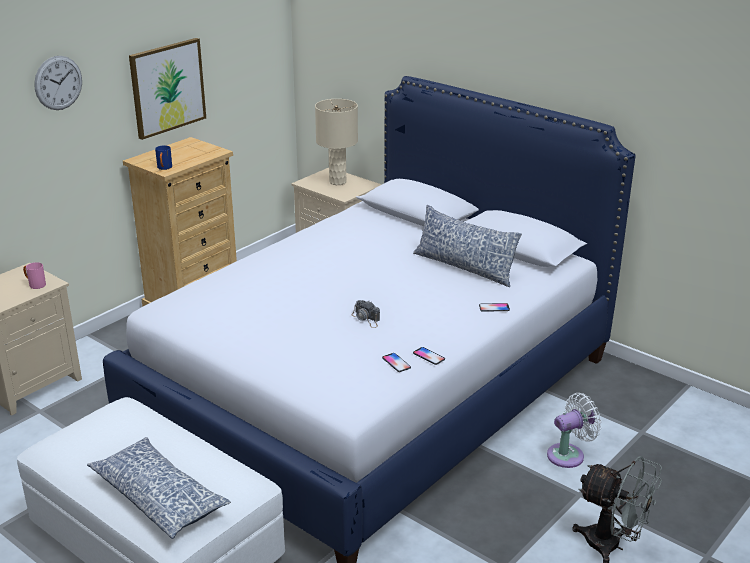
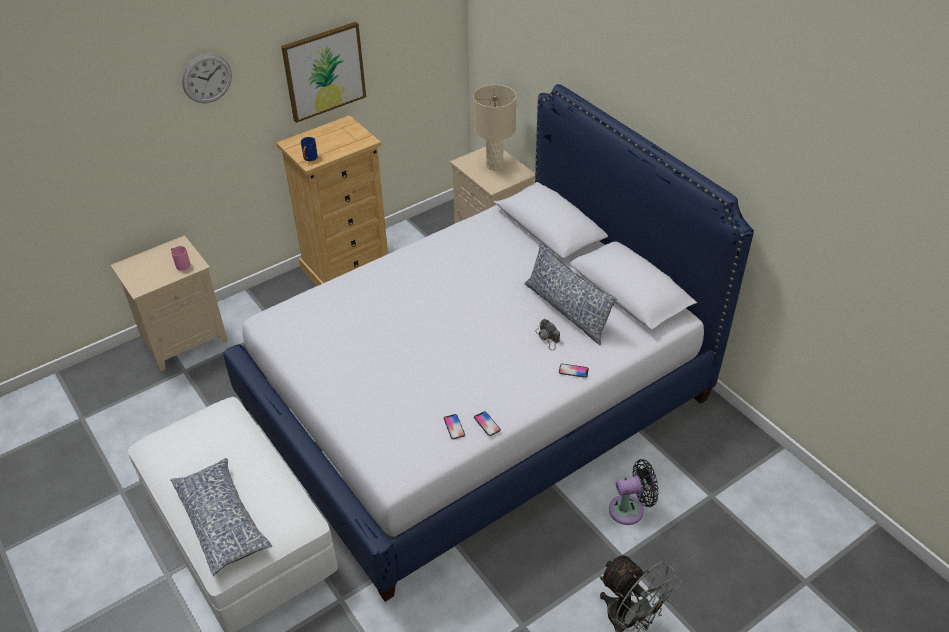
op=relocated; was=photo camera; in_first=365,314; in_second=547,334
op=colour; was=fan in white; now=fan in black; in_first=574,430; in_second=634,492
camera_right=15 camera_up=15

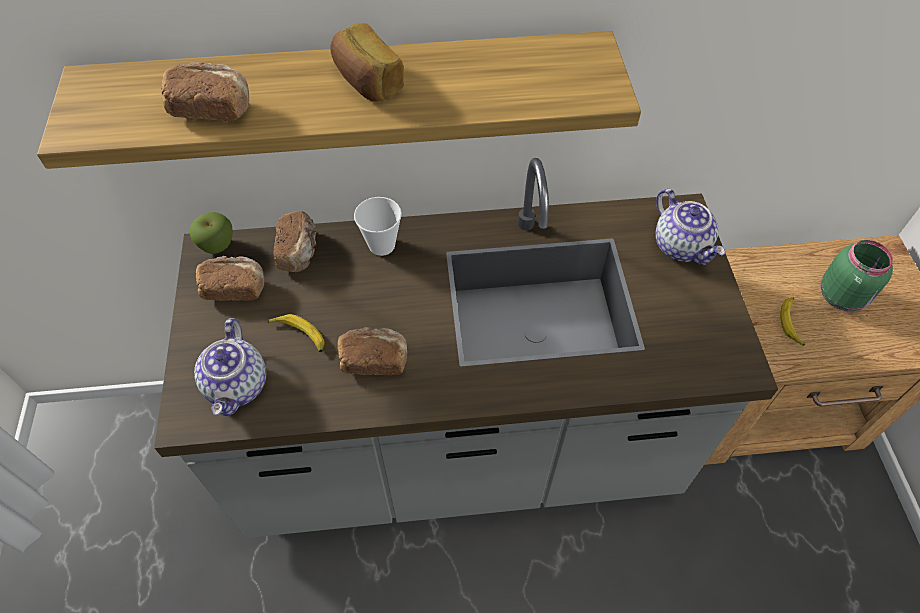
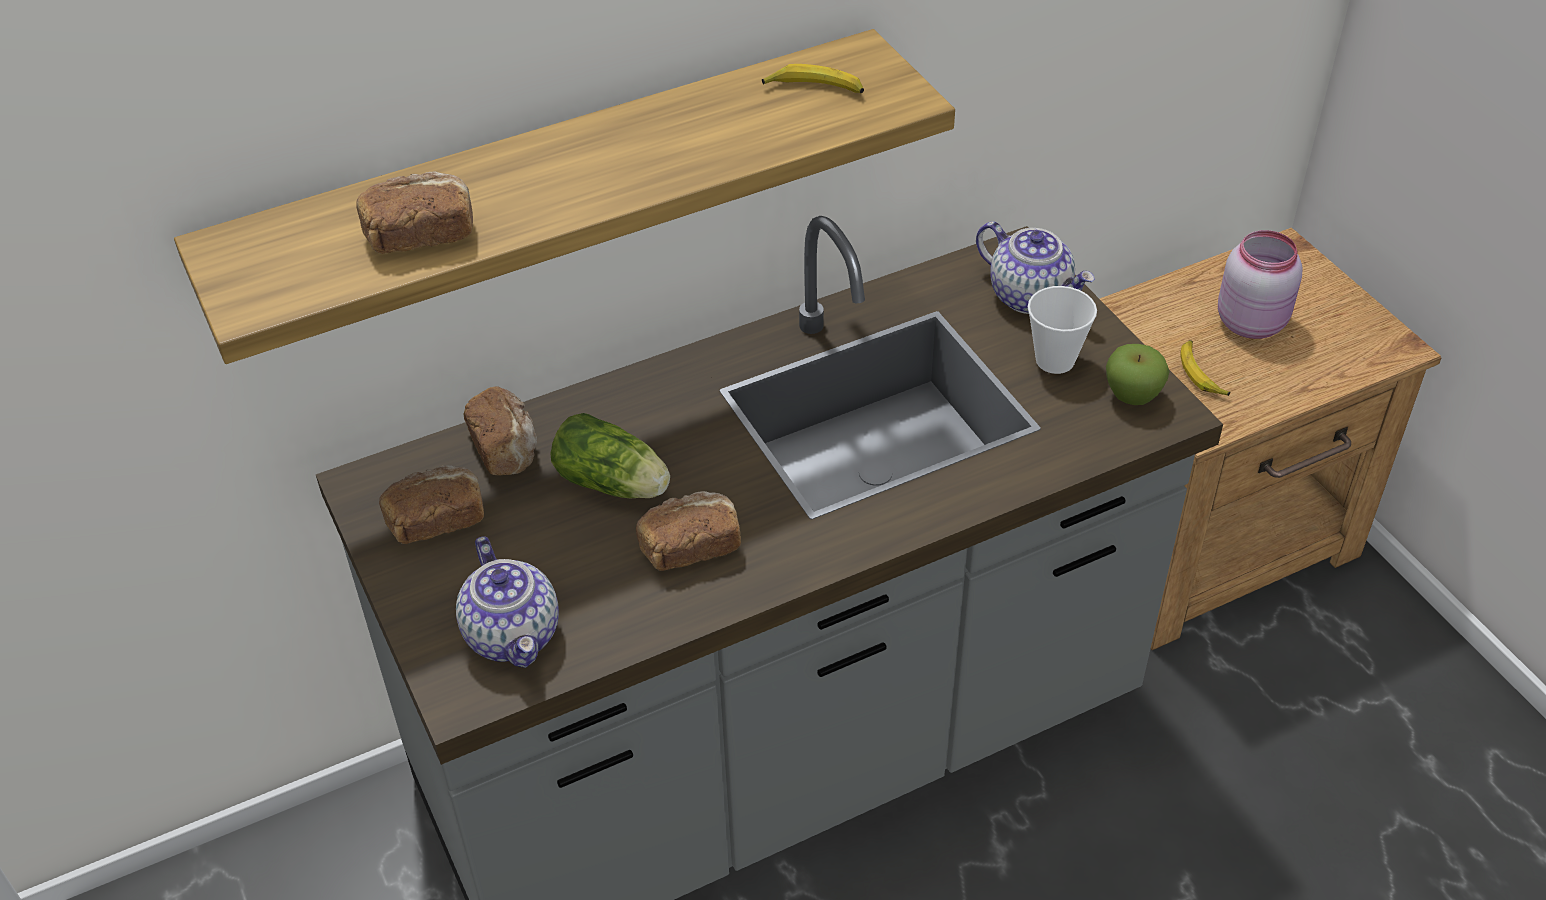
op=relocated; was=apple; in_first=211,233; in_second=1138,374
op=relocated; was=banana; in_first=296,333; in_second=813,79
op=missing; was=bread; in_first=367,62
op=relocated; was=cup; in_first=378,226; in_second=1062,330
op=colour; was=jar in green; now=jar in pink; in_first=857,275; in_second=1260,284
op=appeared; now=lettuce; in_second=610,455
camera_right=-20 camera_up=-10

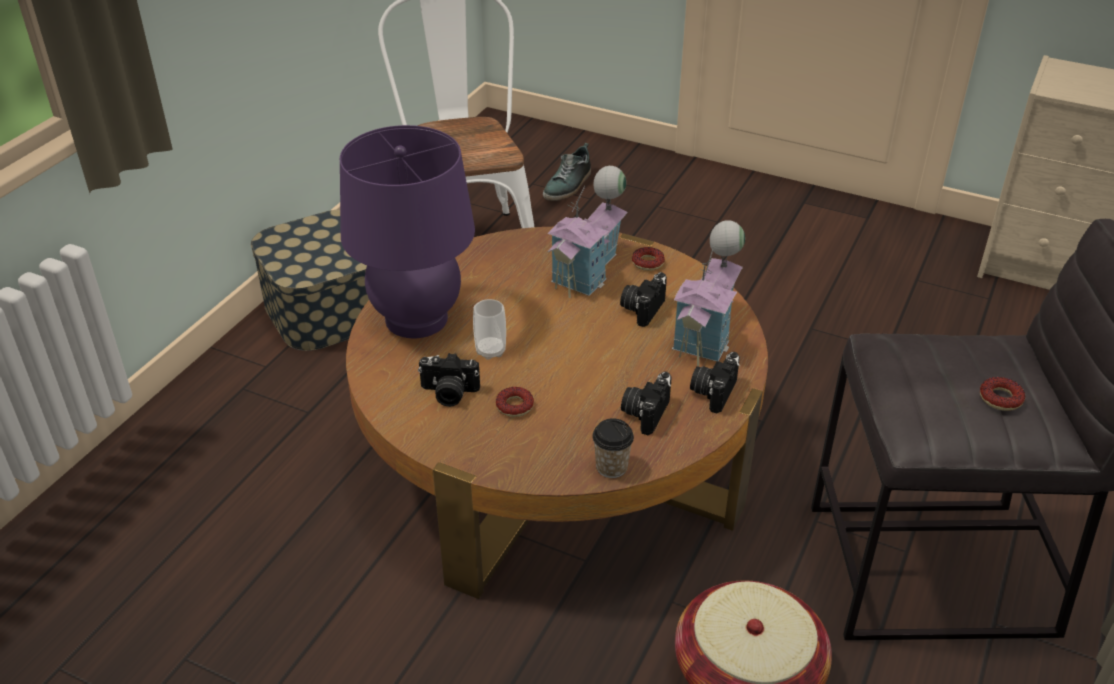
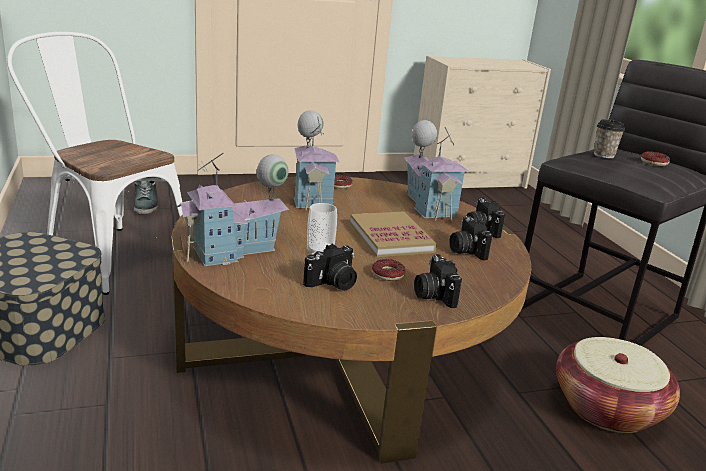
op=exchanged; was=table lamp in purple; now=toy house; in_first=407,231; in_second=232,209
op=relocated; was=cup; in_first=613,448; in_second=609,138
op=relocated; was=photo camera; in_first=643,299; in_second=438,281
op=appeared; now=book; in_second=393,234
camera_right=-45 camera_up=-15

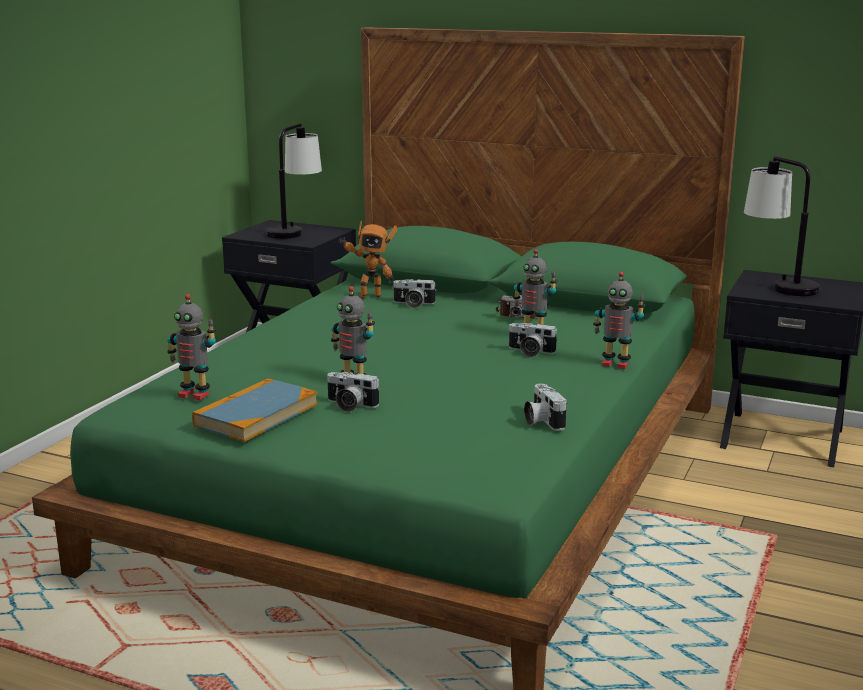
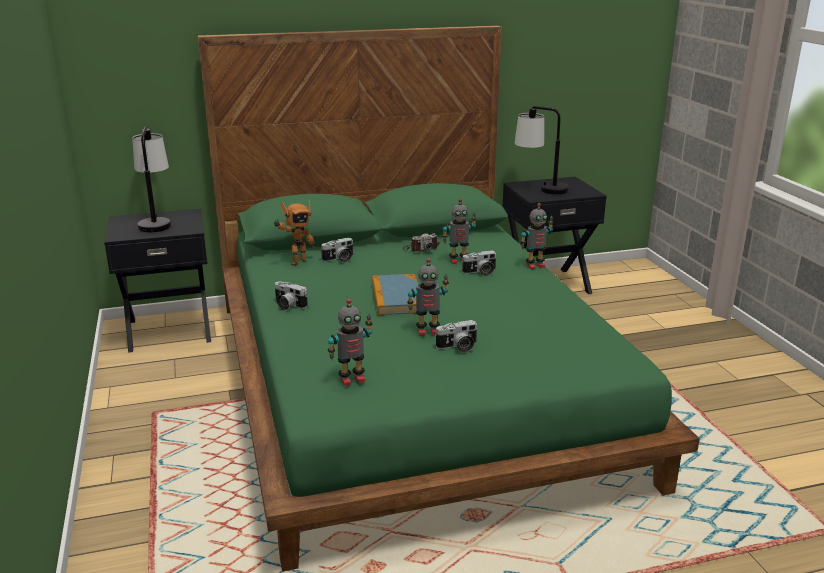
op=relocated; was=book; in_first=255,410; in_second=395,294
op=relocated; was=photo camera; in_first=545,407; in_second=291,296
camera_right=-40 camera_up=5

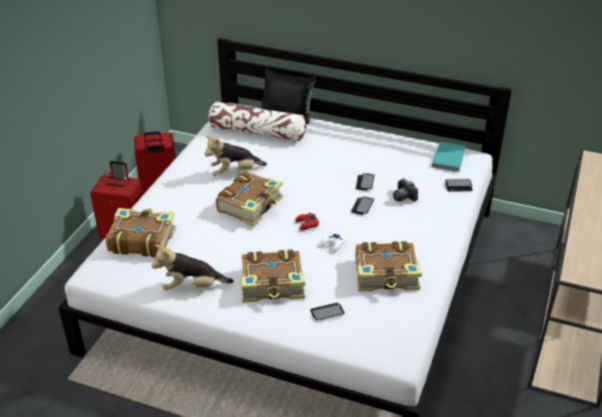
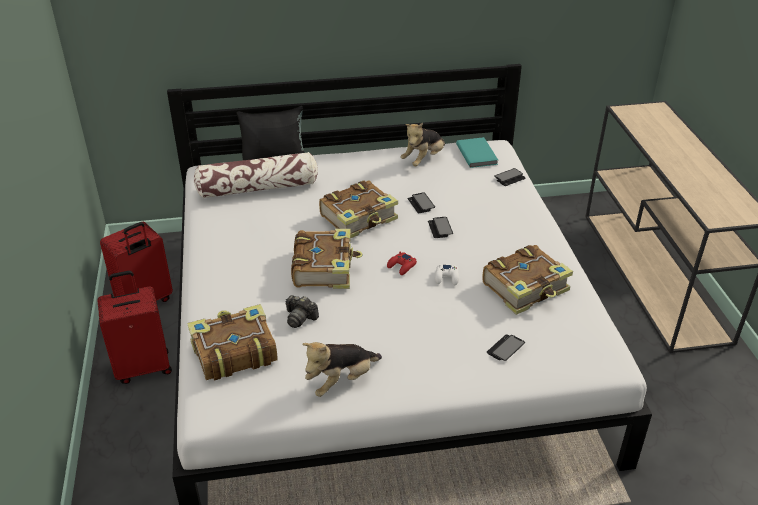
op=relocated; was=plush toy; in_first=236,156; in_second=422,144
op=relocated; was=book; in_first=273,275; in_second=358,209
op=relocated; was=photo camera; in_first=405,190; in_second=302,311
camera_right=-30 camera_up=0

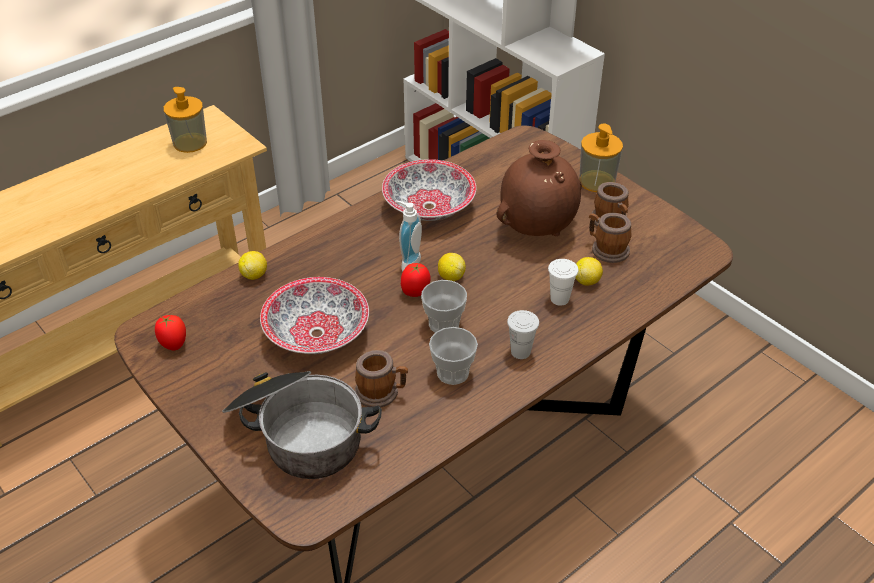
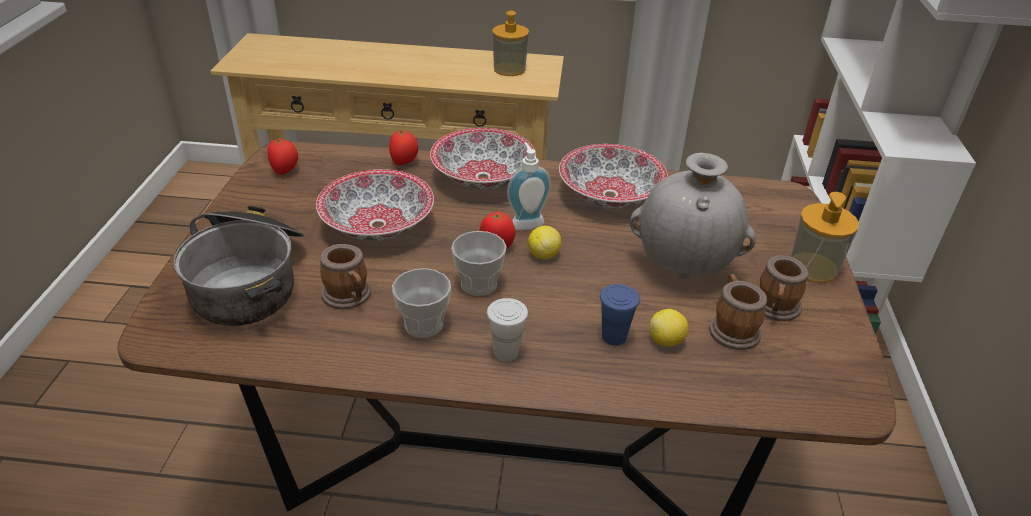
op=exchanged; was=lemon; now=tomato; in_first=252,265; in_second=403,147
op=colour; was=vase in brown; now=vase in grey; in_first=539,188; in_second=693,216
op=colour; was=cup in white; now=cup in blue; in_first=563,282; in_second=620,315
op=appeared; now=bowl; in_second=483,159
camera_right=45 camera_up=-5

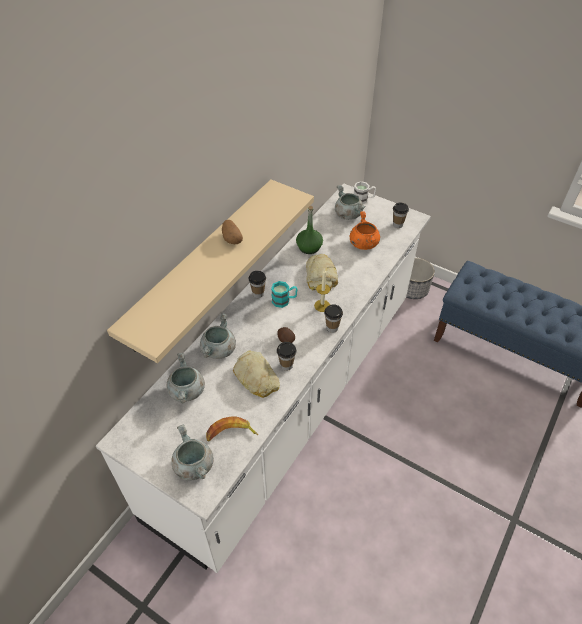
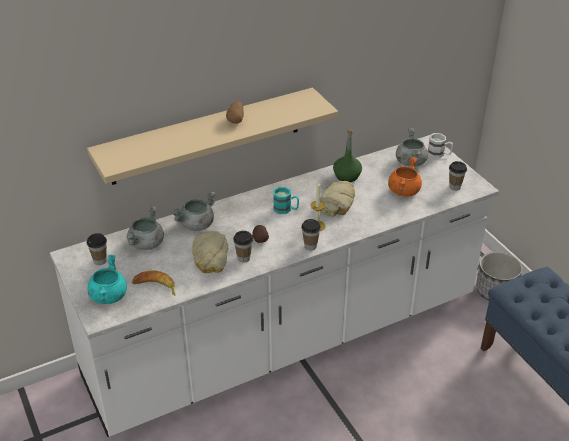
op=colour; was=cooking pot in grey; now=cooking pot in turquoise; in_first=192,452; in_second=107,279
op=relocated; was=cup; in_first=257,284; in_second=97,249
camera_right=30 camera_up=-10

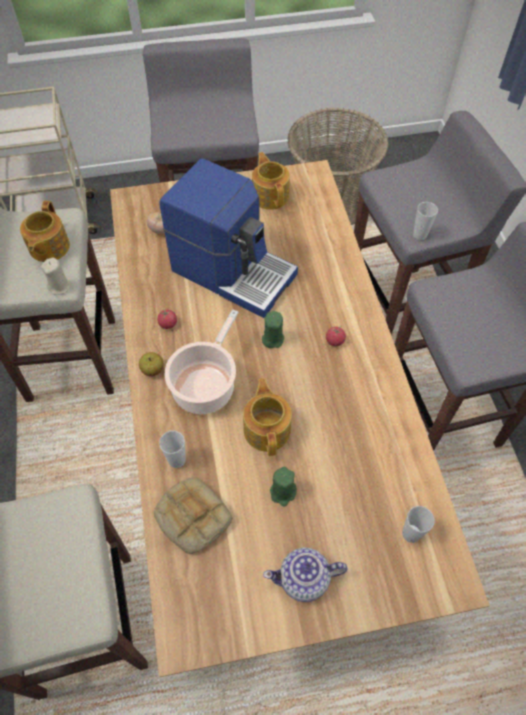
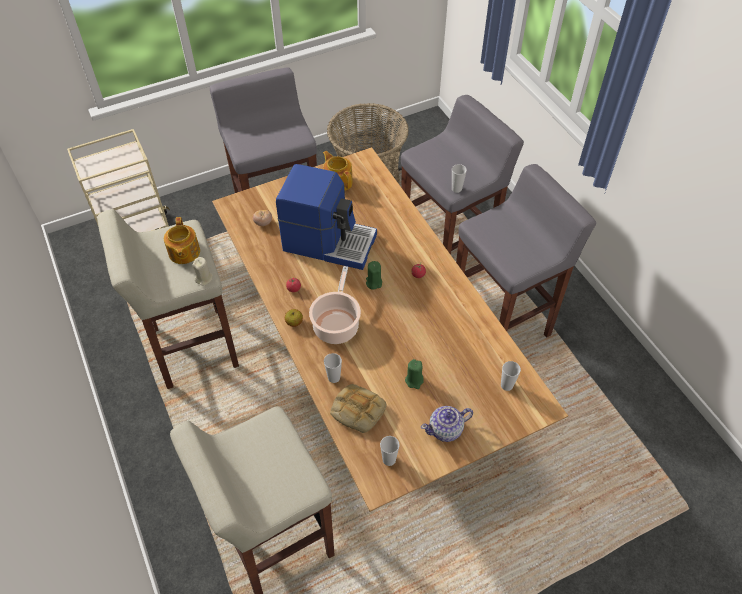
op=missing; was=teapot; in_first=267,417
op=appeared; now=cup; in_second=390,451
camera_right=-15 camera_up=-5

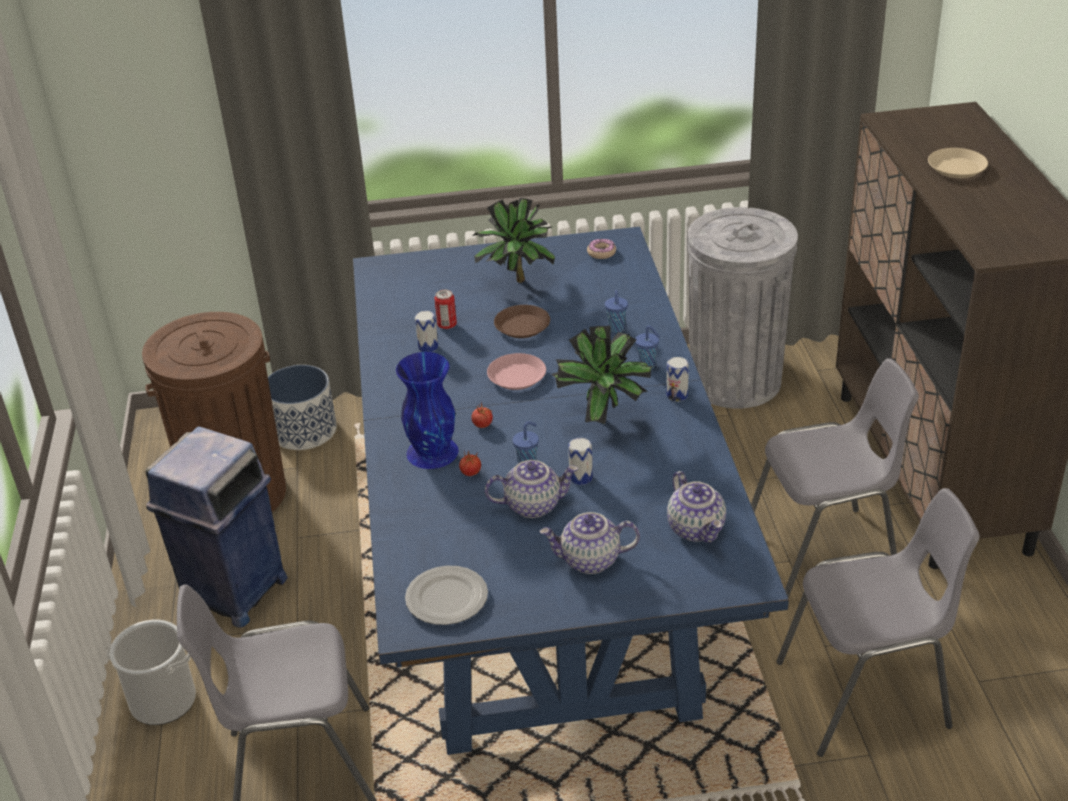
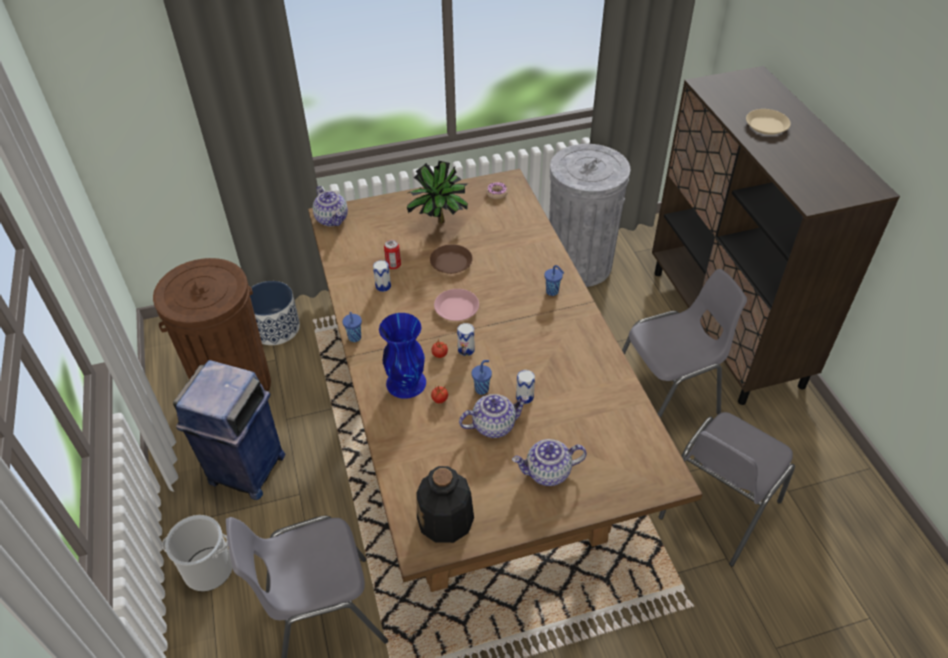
op=colour; was=dining table in blue; now=dining table in brown; in_first=571,491; in_second=505,380
op=exchanged; was=plate; now=bottle; in_first=446,595; in_second=445,504
op=missing; was=potted plant; in_first=602,375
op=relocated; was=cup in blue; in_first=616,311; in_second=352,327
op=relocated; was=can; in_first=677,379; in_second=466,339
op=relocated; was=teapot; in_first=696,507; in_second=330,206
op=spun; was=chair in grey; in_first=878,622; in_second=727,489; clockwise=150
camera_right=-10 camera_up=10

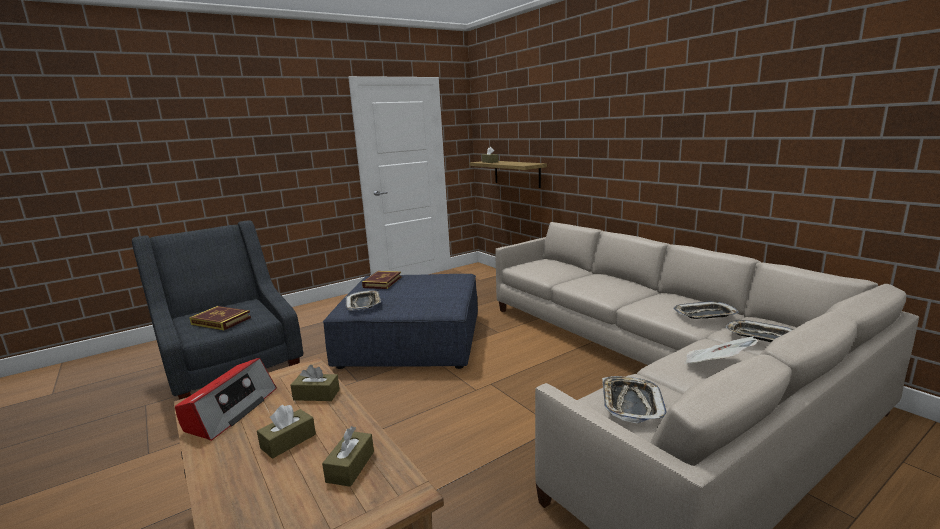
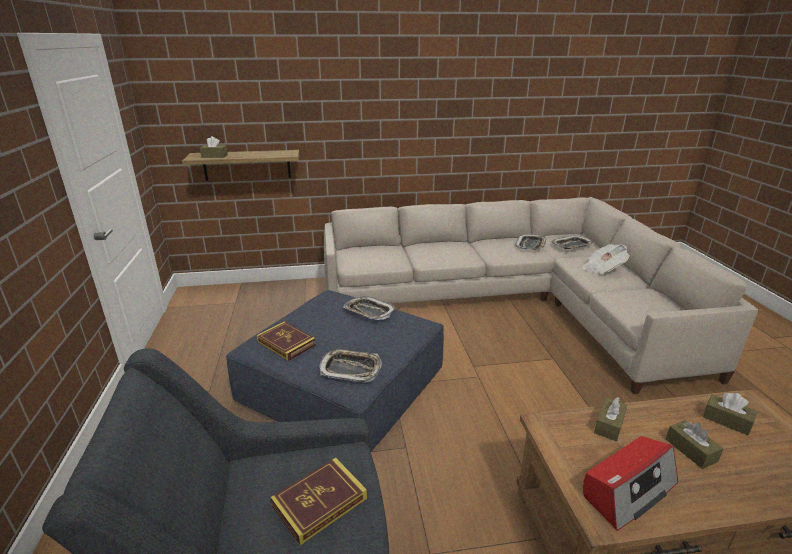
op=spun; was=radio; in_first=226,399; in_second=630,483; clockwise=105
op=relocated; was=tray; in_first=634,399; in_second=369,308
camera_right=-65 camera_up=10

